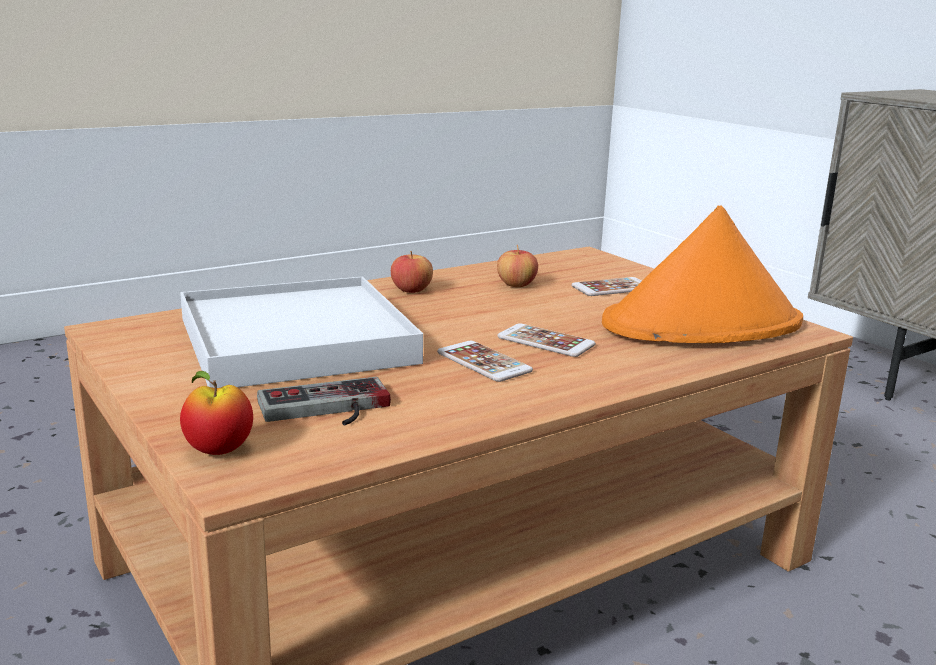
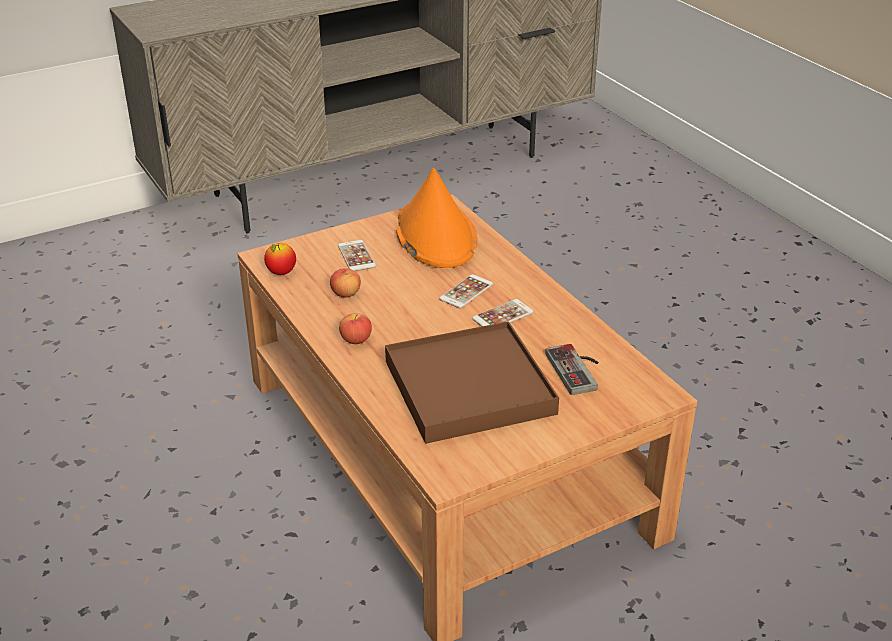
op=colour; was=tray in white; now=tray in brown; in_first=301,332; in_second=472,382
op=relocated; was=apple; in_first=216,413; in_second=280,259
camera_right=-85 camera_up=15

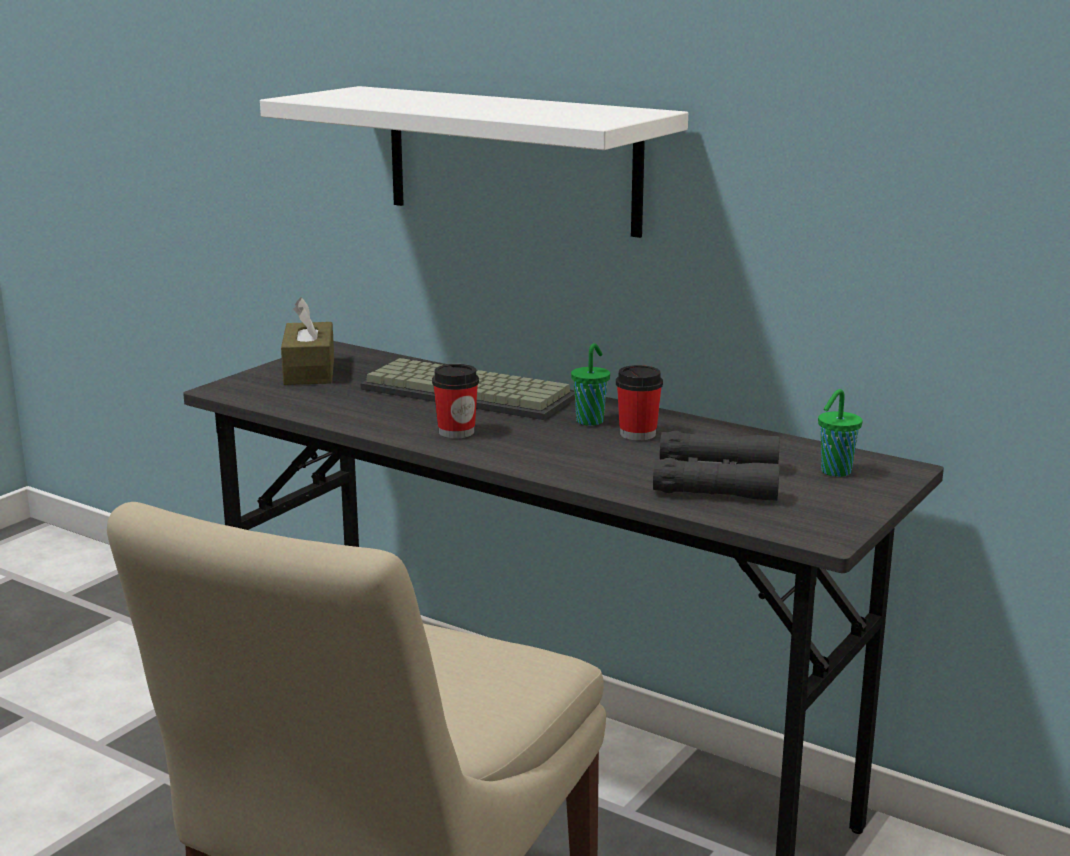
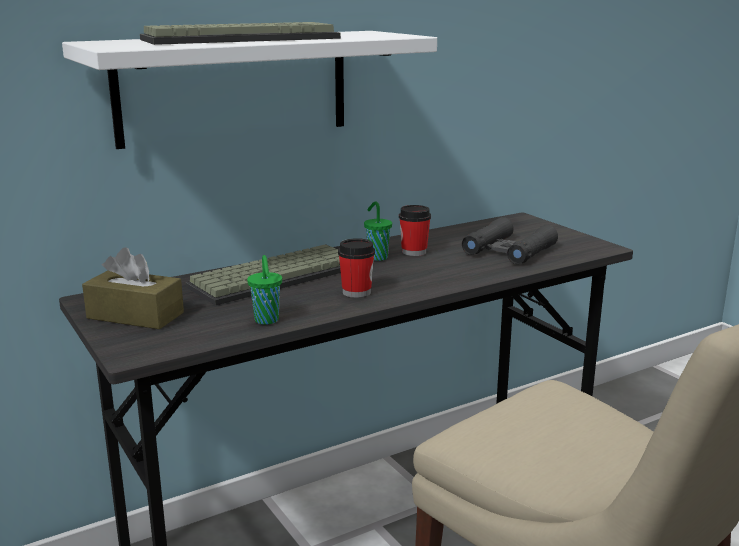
op=relocated; was=cup in green; in_first=840,433; in_second=264,290
op=appeared; now=keyboard; in_second=240,33
camera_right=-65 camera_up=0

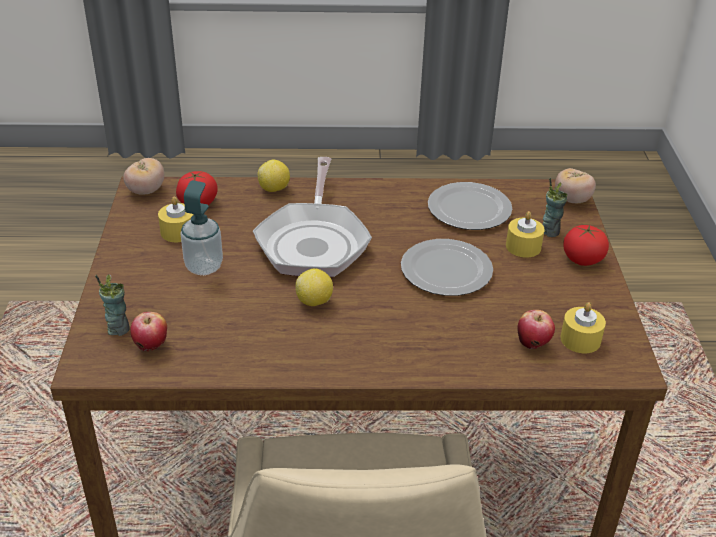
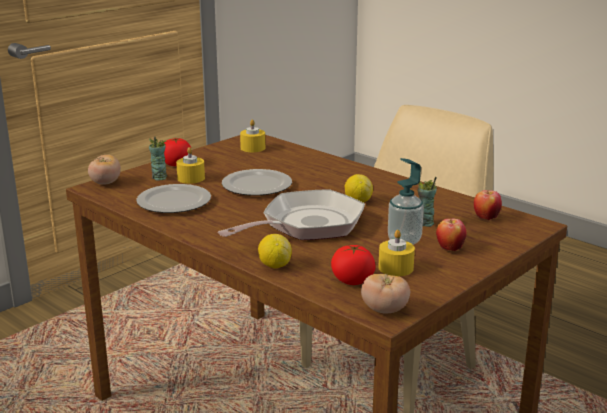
op=relocated; was=cup; in_first=112,305; in_second=427,202
op=relocated; was=apple; in_first=536,329; in_second=451,235
camera_right=-135 camera_up=-15

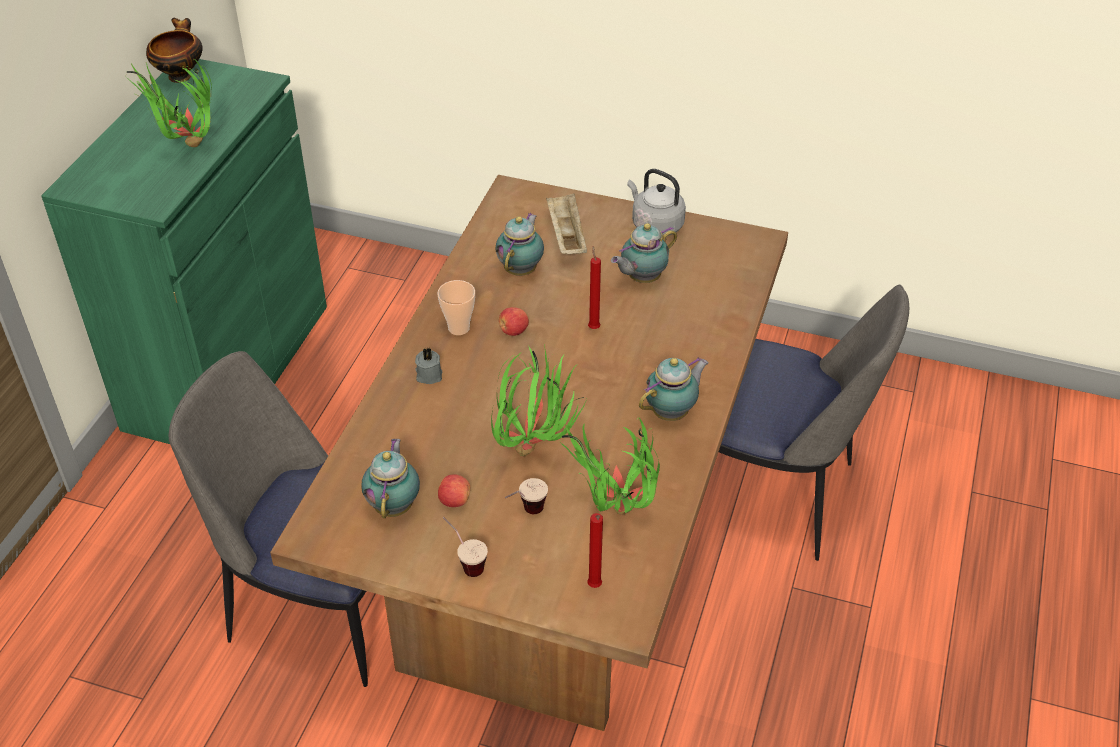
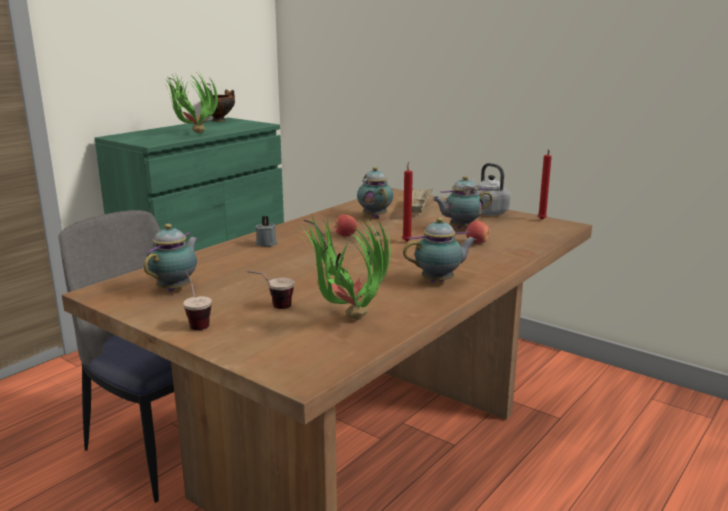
op=missing; was=cup; in_first=456,307
op=relocated; was=apple; in_first=454,490; in_second=478,232
op=missing; was=potted plant; in_first=539,399
op=spun; was=teapot; in_first=519,244; in_second=375,192; clockwise=-60
op=relocated; was=candle in red; in_first=595,550; in_second=545,184
op=missing; was=chair; in_first=814,423
camera_right=20 camera_up=-25

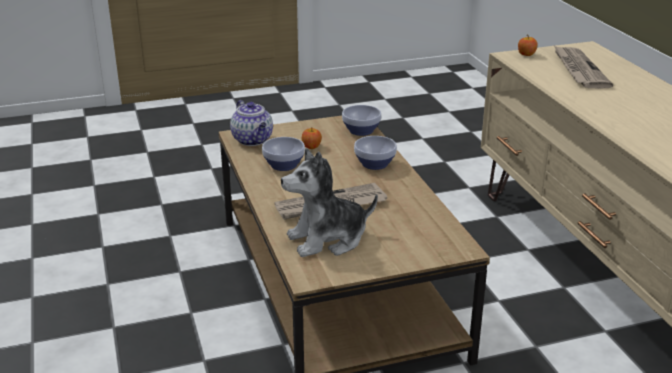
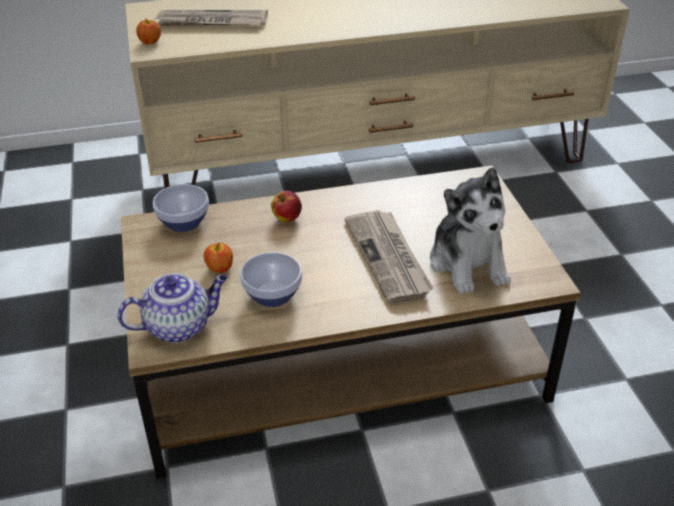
op=exchanged; was=bowl; now=apple; in_first=375,153; in_second=286,206
camera_right=-85 camera_up=10

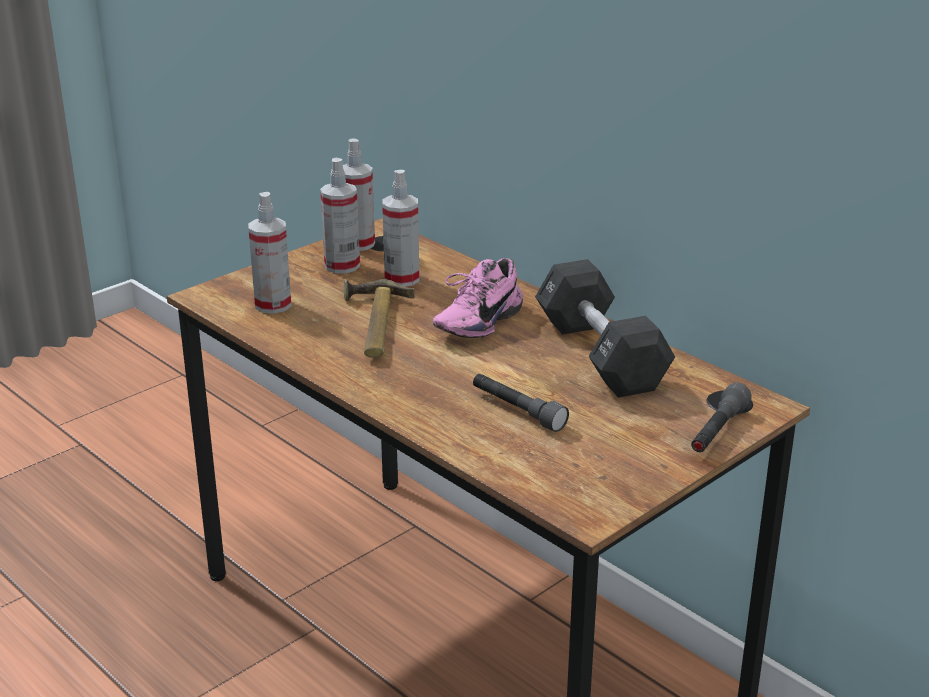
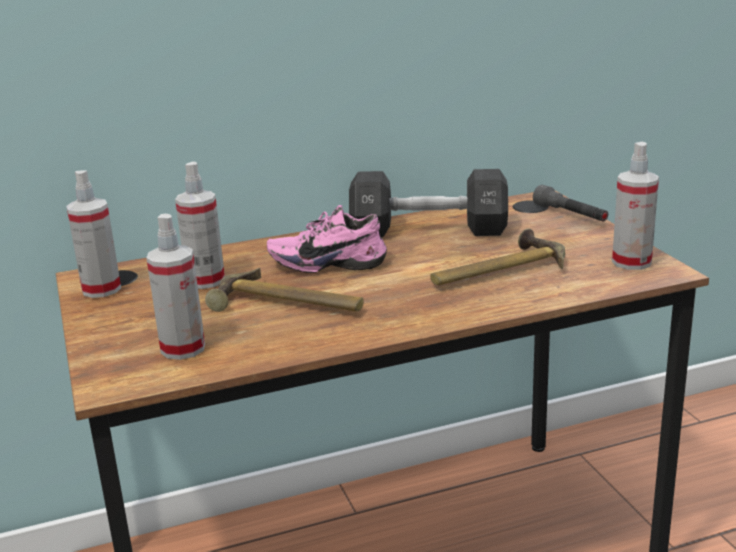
op=relocated; was=spray bottle; in_first=340,215; in_second=635,206
op=spun; was=shoe in pink; in_first=478,298; in_second=327,239; clockwise=120
op=exchanged; was=flashlight in grey; now=hammer; in_first=521,403; in_second=498,257
camera_right=-65 camera_up=-5

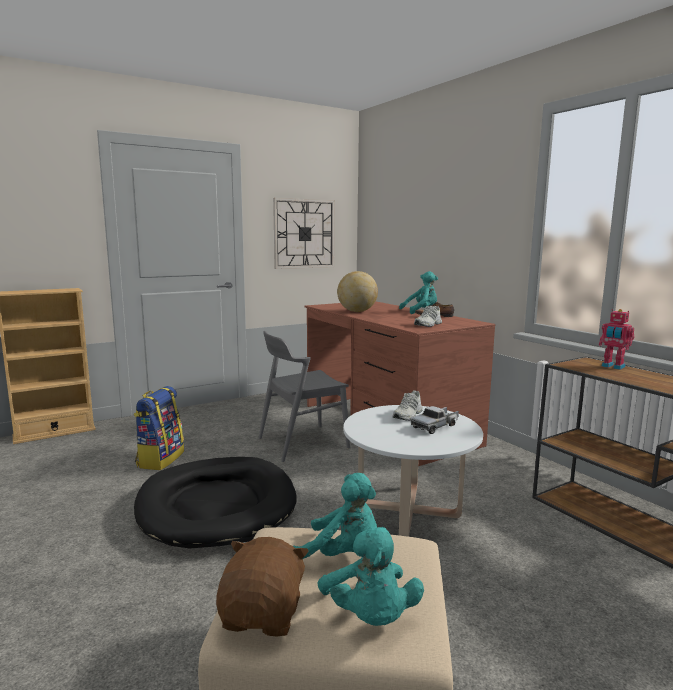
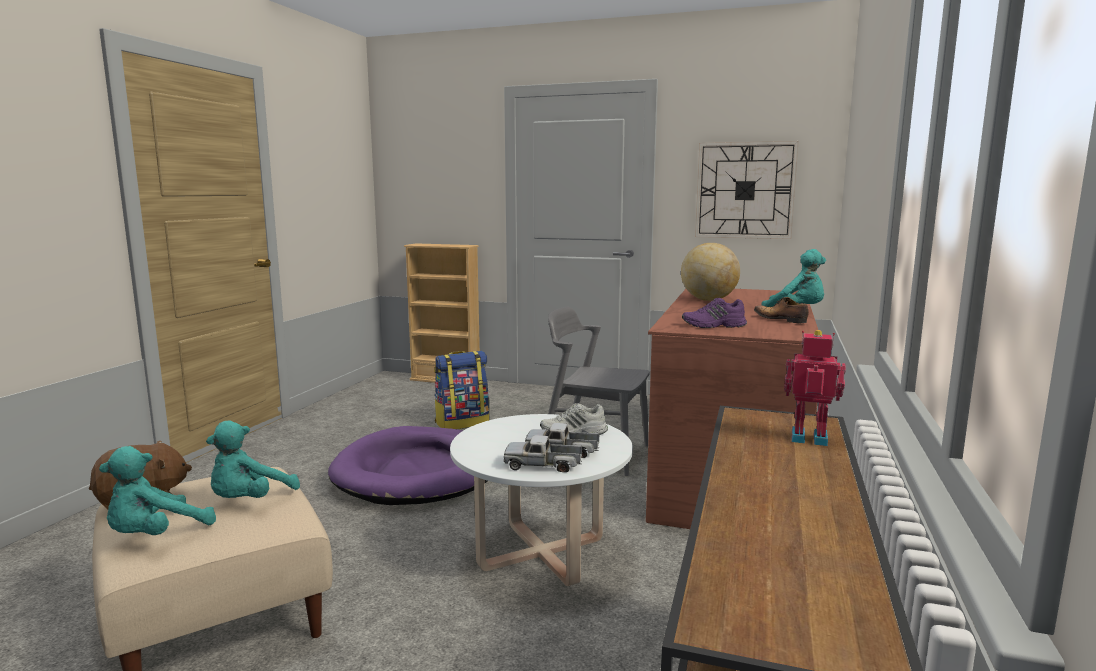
op=colour; was=dog bed in black; now=dog bed in purple; in_first=215,502; in_second=407,465
op=spun; was=plush toy in turquoise; in_first=335,516; in_second=253,459; clockwise=45
op=colour; was=shoe in white; now=shoe in purple; in_first=428,316; in_second=714,313
op=spun; was=toy robot; in_first=617,339; in_second=815,388; clockwise=105
op=appeared; now=toy truck; in_second=543,453
camera_right=50 camera_up=0

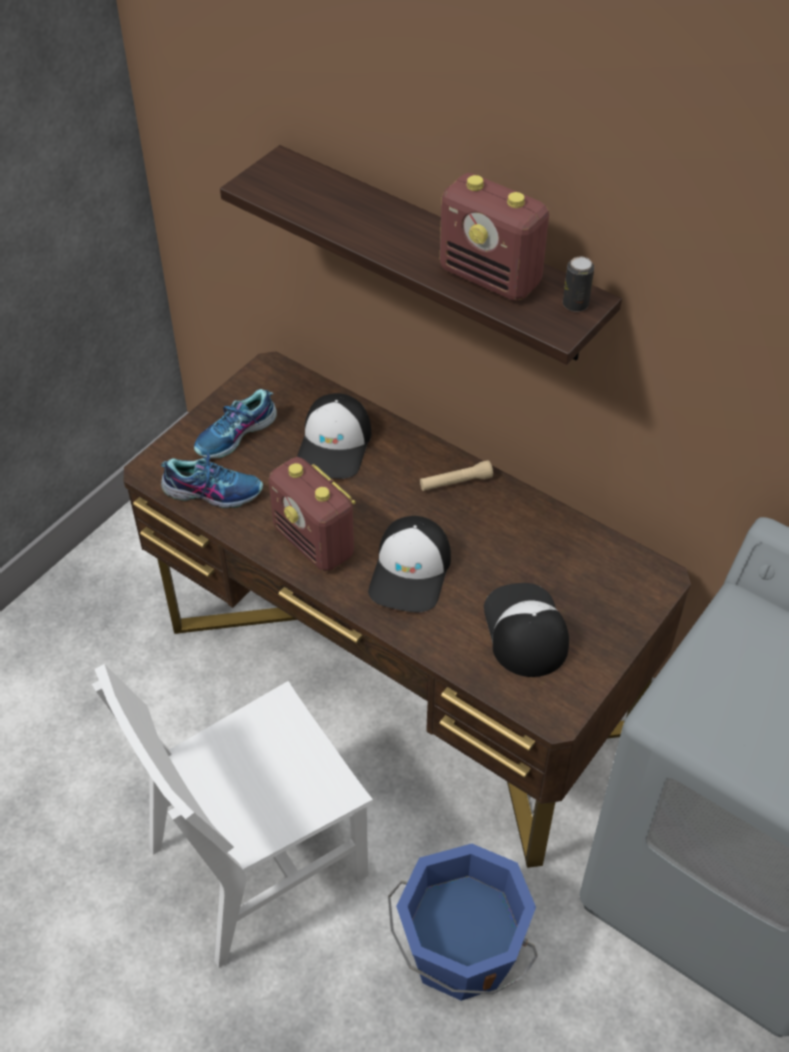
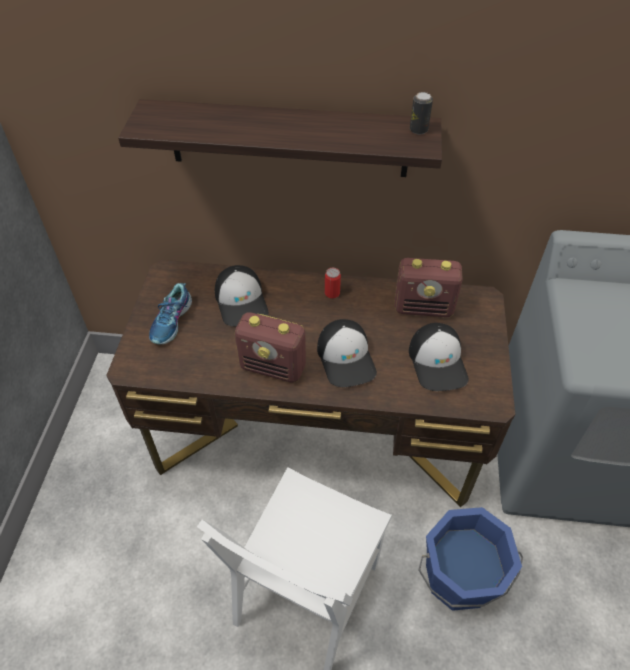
op=missing; was=shoe; in_first=212,477
op=exchanged; was=flashlight in beige; now=can; in_first=456,475; in_second=333,283
op=relocated; was=radio; in_first=494,237; in_second=429,287
op=spun; was=cap; in_first=526,630; in_second=439,357; clockwise=-150
camera_right=-30 camera_up=0

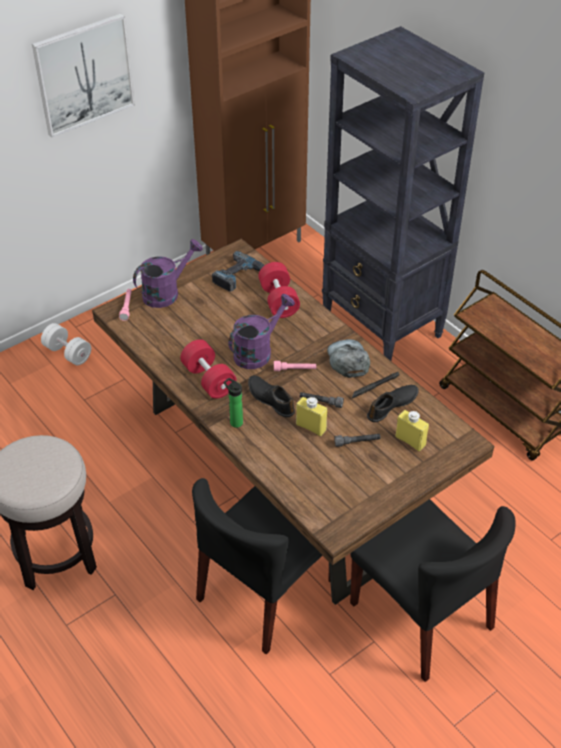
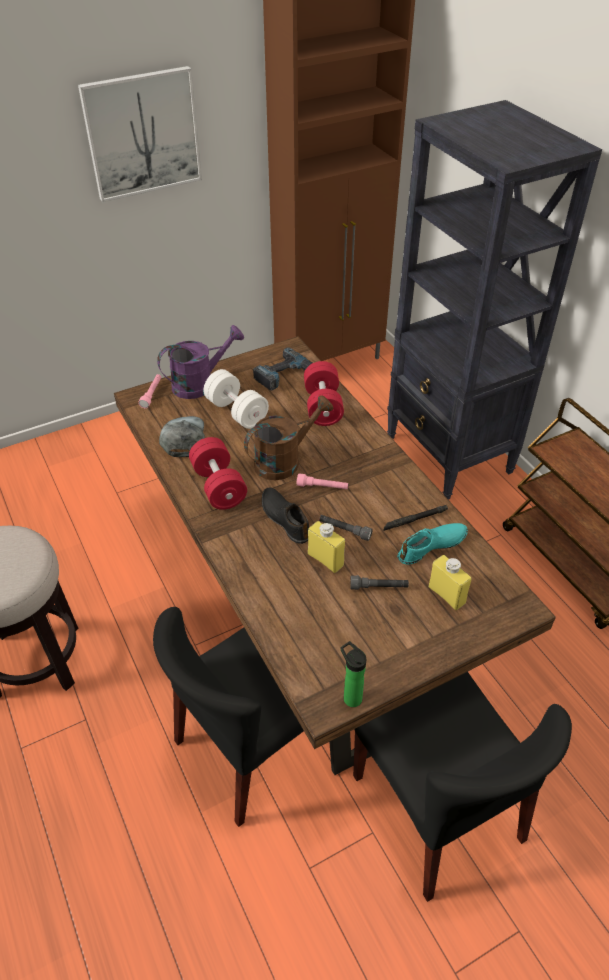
op=relocated; was=dumbbell in white; in_first=66,344; in_second=236,399
op=relocated; was=bottle; in_first=233,403; in_second=353,674
op=colour; was=watering can in purple; now=watering can in brown; in_first=261,331; in_second=288,437
op=relocated; was=cap in grey; in_first=348,358; in_second=182,436
op=colour; was=shoe in black; now=shoe in turquoise; in_first=393,403; in_second=432,544
camera_right=10 camera_up=0

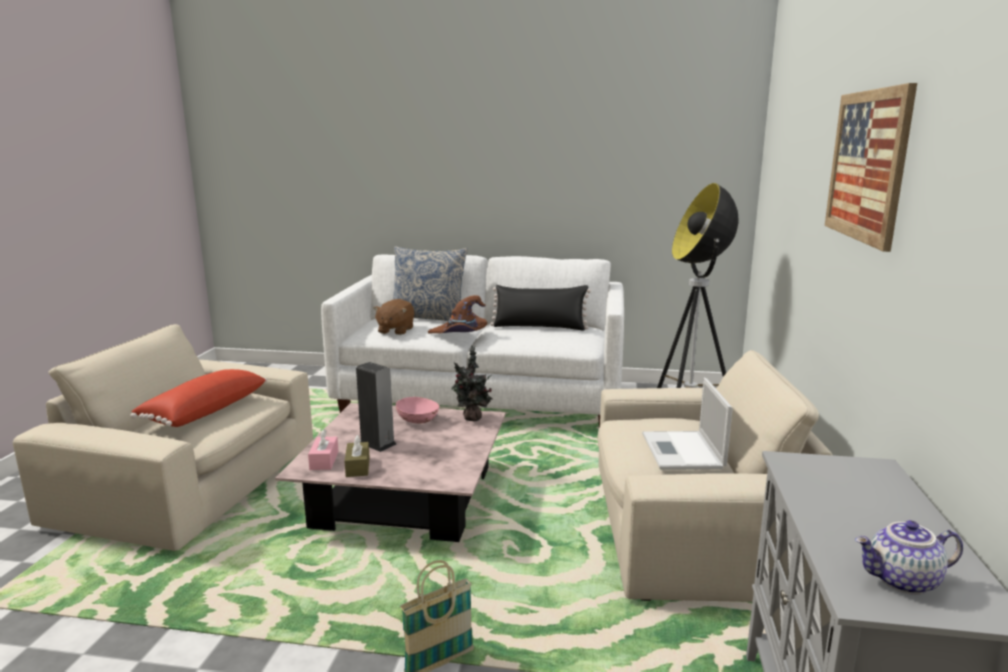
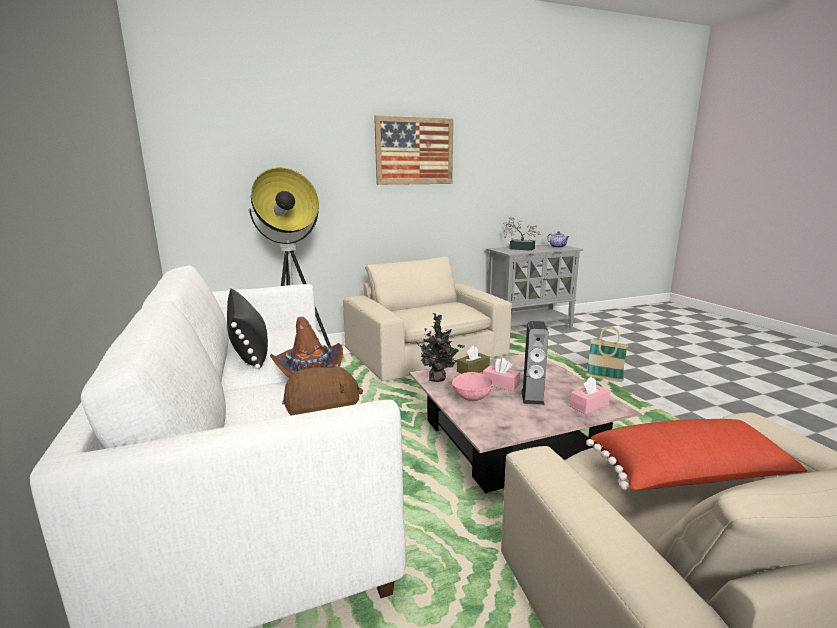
op=relocated; was=tissue box in brown; in_first=357,456; in_second=473,359
op=missing; was=pillow; in_first=430,283
op=missing; was=laptop; in_first=687,424
op=appeared; now=tissue box in pink; in_second=501,374
op=appeared; now=potted plant; in_second=521,234
camera_right=-120 camera_up=0

